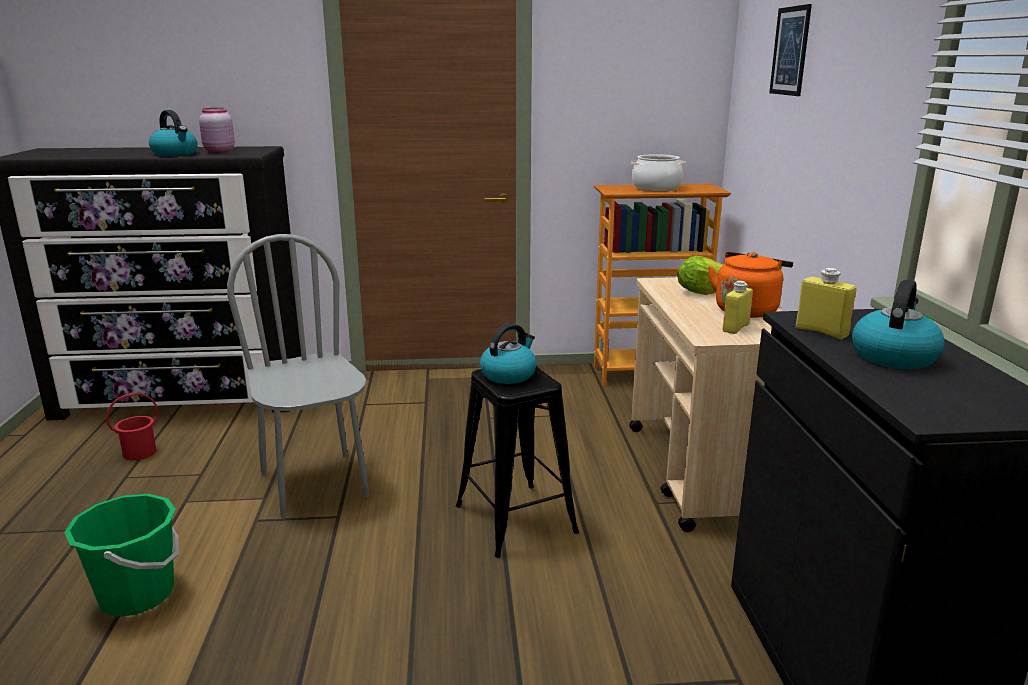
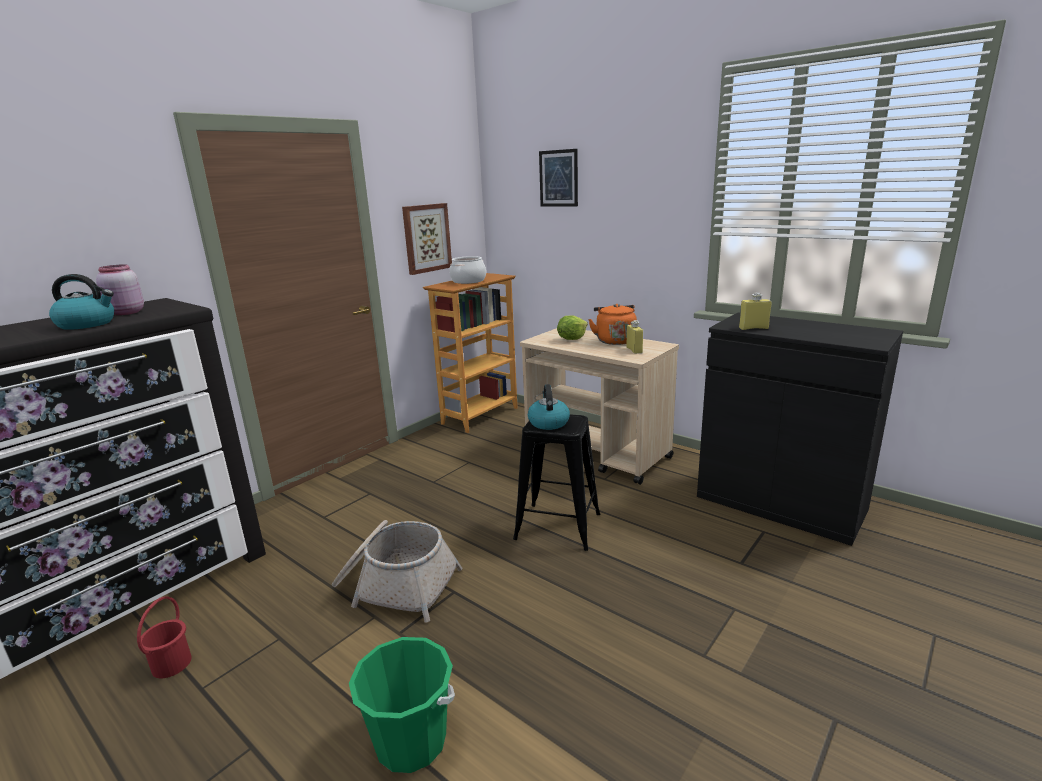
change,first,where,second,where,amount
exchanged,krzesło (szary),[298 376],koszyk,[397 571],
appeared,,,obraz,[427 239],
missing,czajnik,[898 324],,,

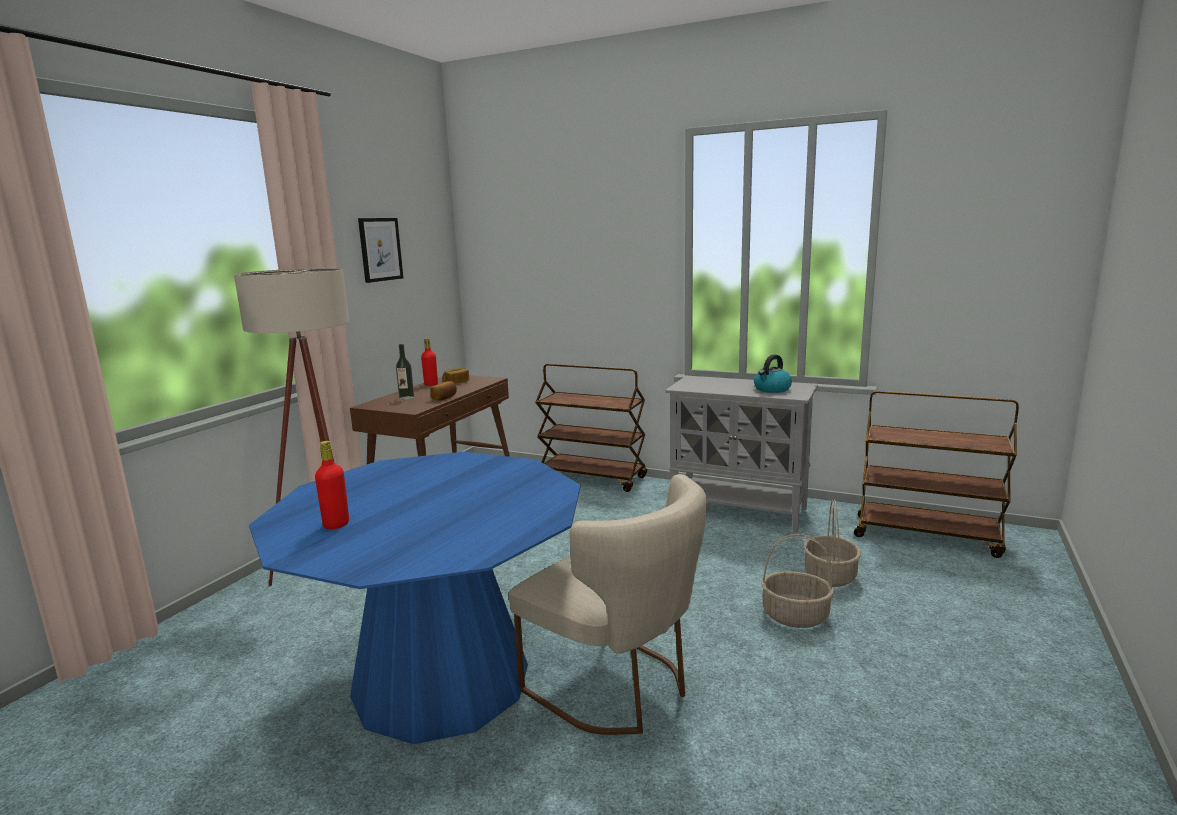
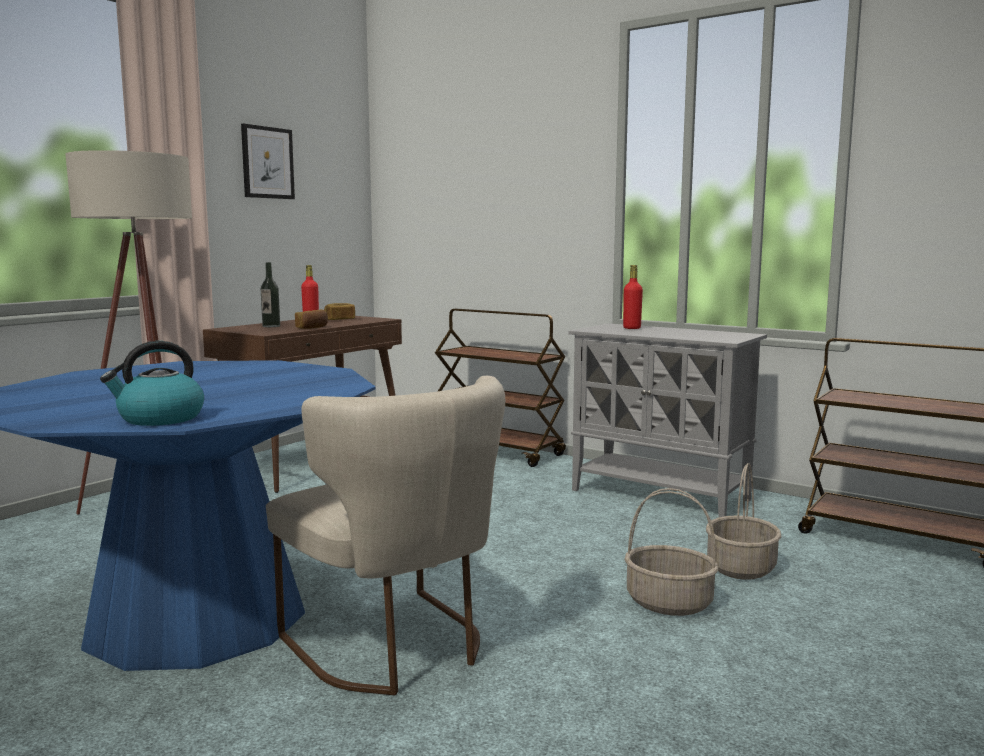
change,first,where,second,where,amount
relocated,czajnik,[773 374],,[152 383],
relocated,butelka (czerwony),[332 485],,[633 297],

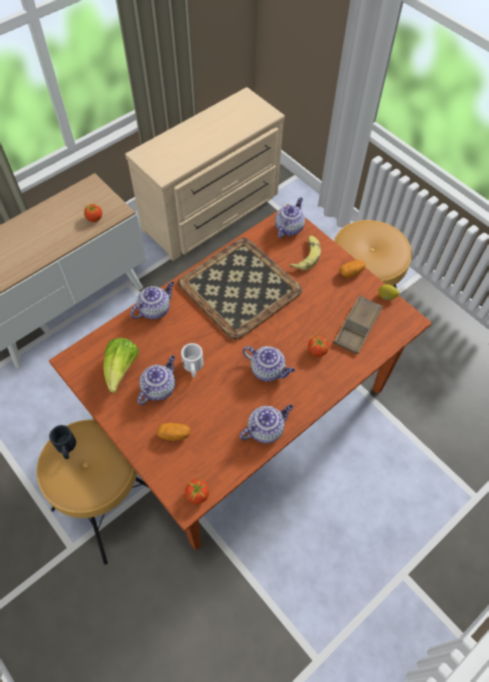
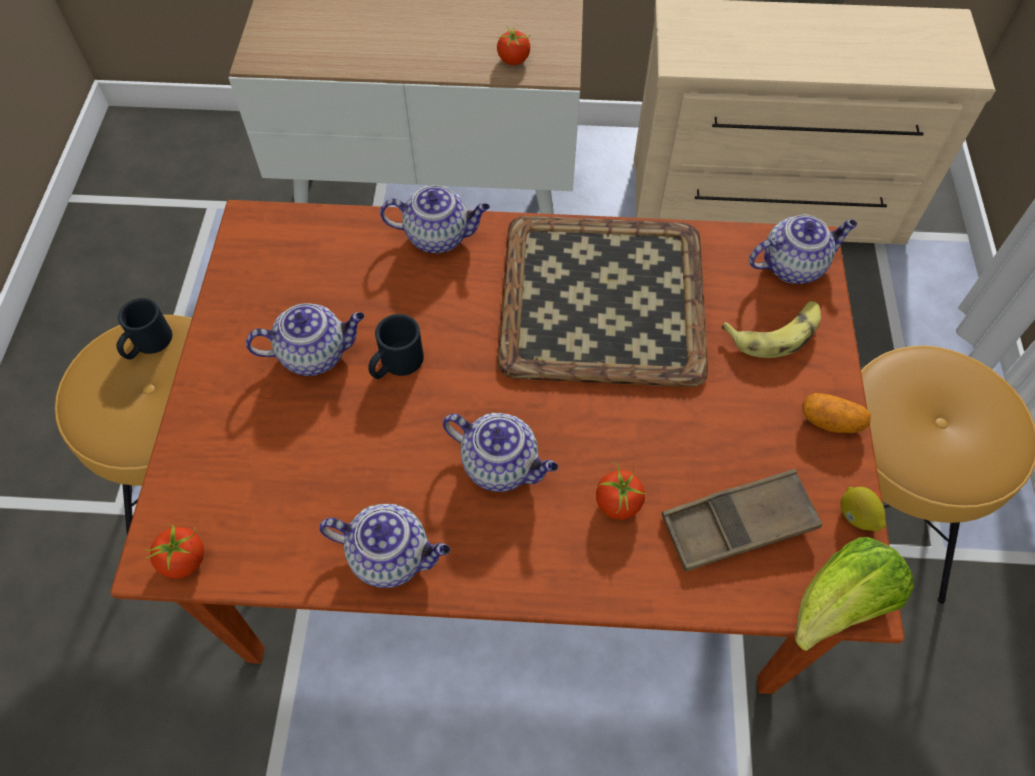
change,first,where,second,where,amount
colour,kubek (biały),[192 360],kubek (czarny),[396 346],
spun,imbryk,[269 364],,[500 452],45 degrees counterclockwise
relocated,sałata,[121 365],,[854 594],
missing,ziemniak,[174 432],,,

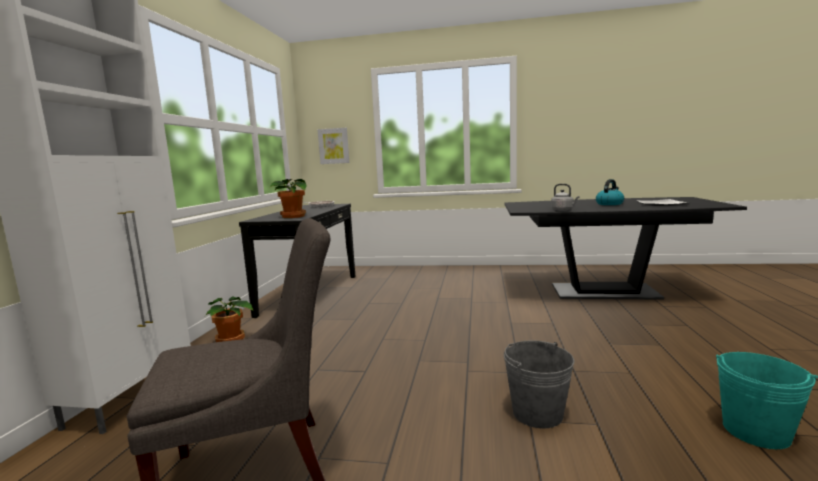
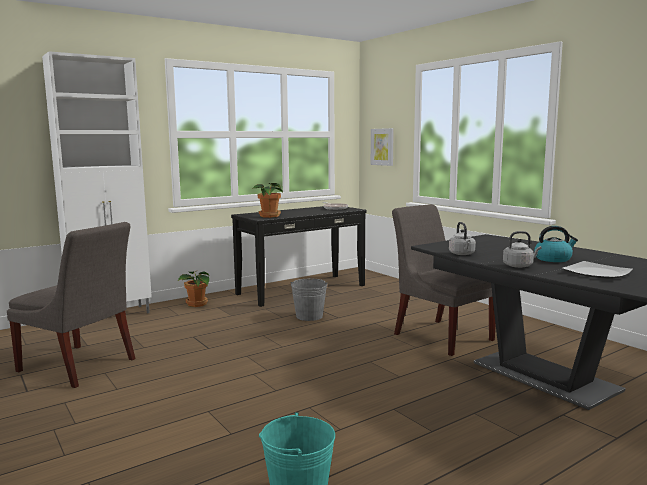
change,first,where,second,where,amount
relocated,wiadro (szary),[539 384],,[309 299],
appeared,,,krzesło (szary),[444 280],
appeared,,,czajnik (szary),[522 249],

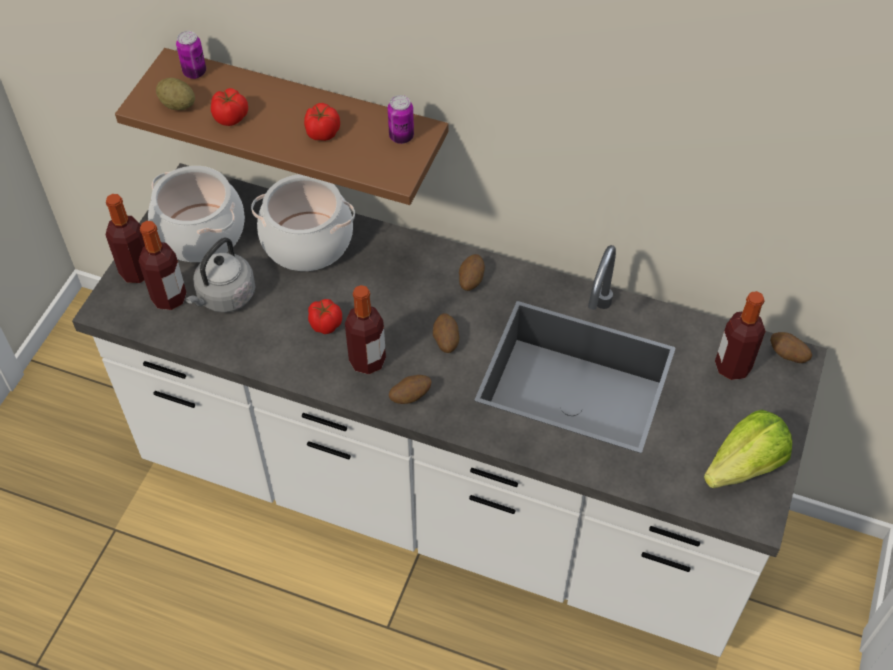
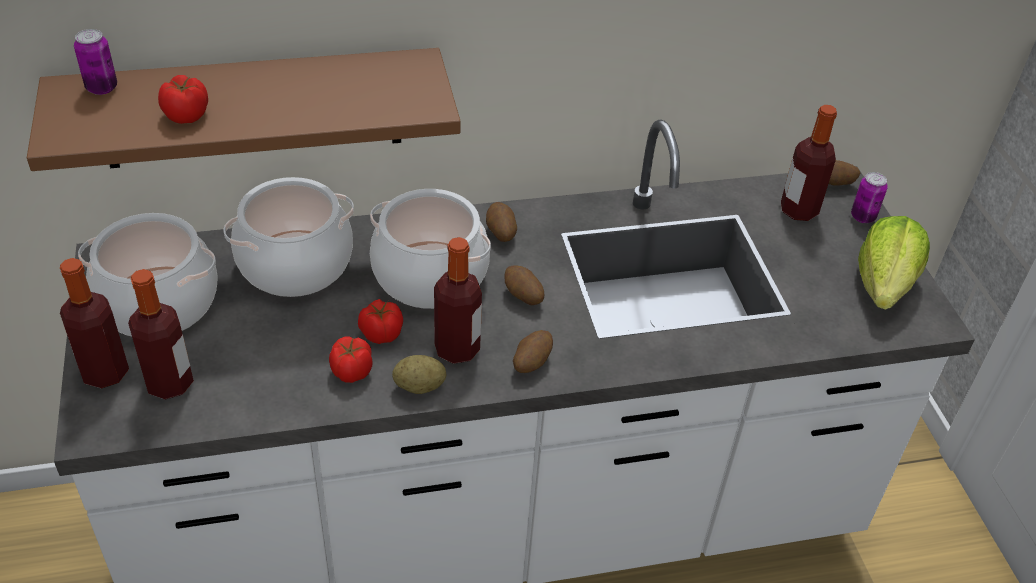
change,first,where,second,where,amount
relocated,pomidor,[322 122],,[351 359],
appeared,,,garnek,[430 249],
relocated,ziemniak,[175 94],,[419 374],
relocated,puszka,[401 119],,[869 197],
missing,czajnik (szary),[220 275],,,

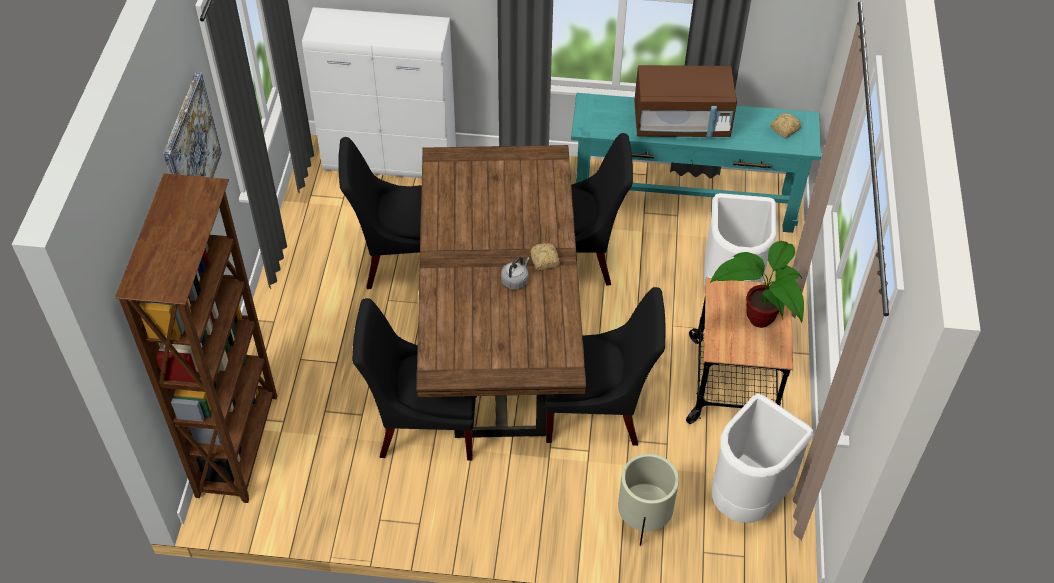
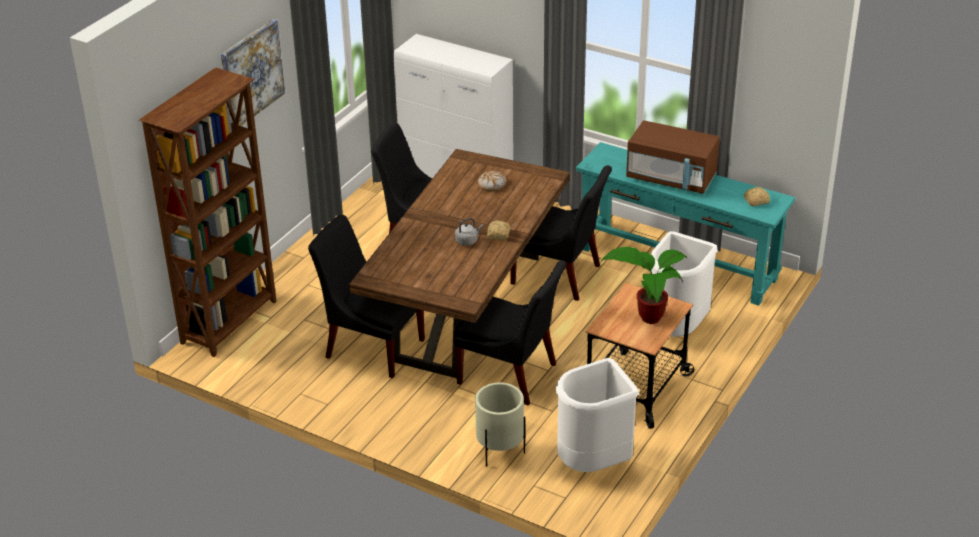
change,first,where,second,where,amount
appeared,,,chleb,[492 181],

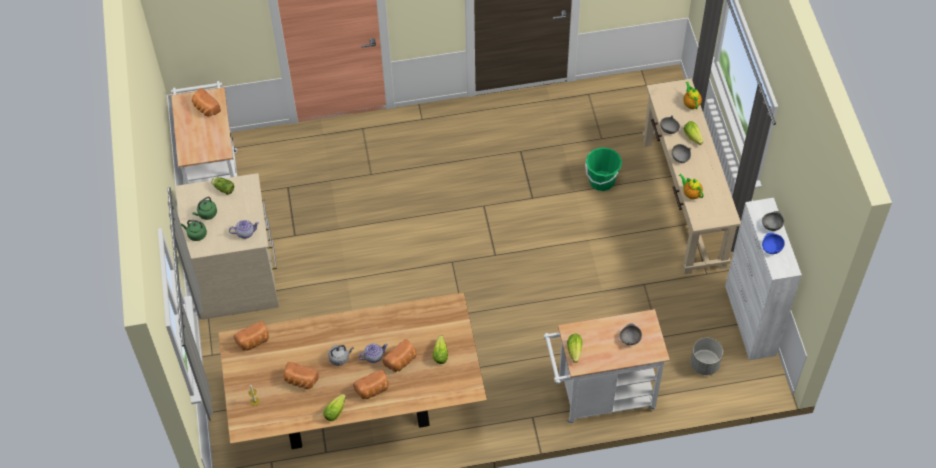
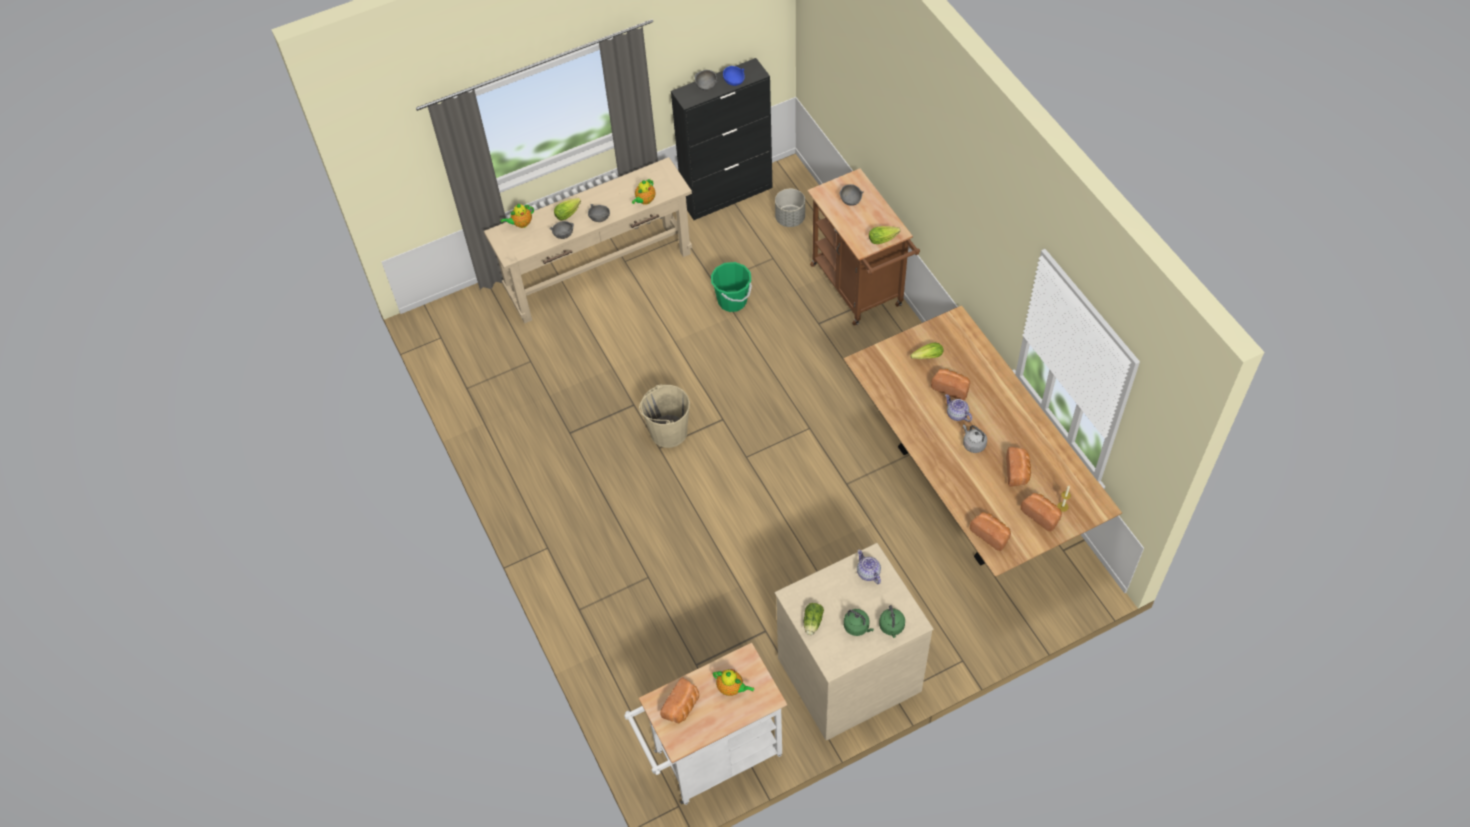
change,first,where,second,where,amount
appeared,,,wiadro (beżowy),[664 416],
colour,szafka (biały),[763 279],szafka (czarny),[721 139],
relocated,wiadro (zielony),[603 169],,[731 287],
appeared,,,imbryk,[733 682],
colour,wózek (biały),[607 366],wózek (brązowy),[863 247],
relocated,chleb,[371 384],,[1041 512],
missing,sałata,[334 407],,,

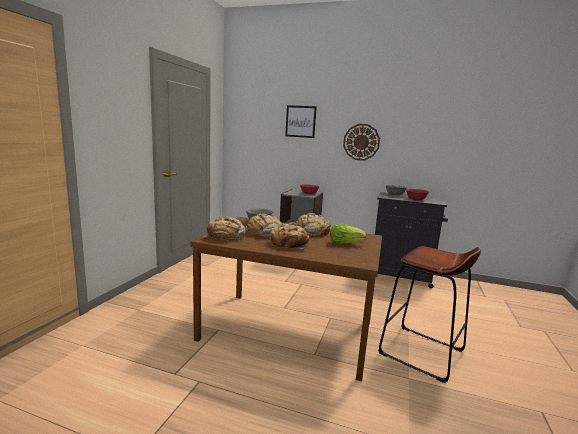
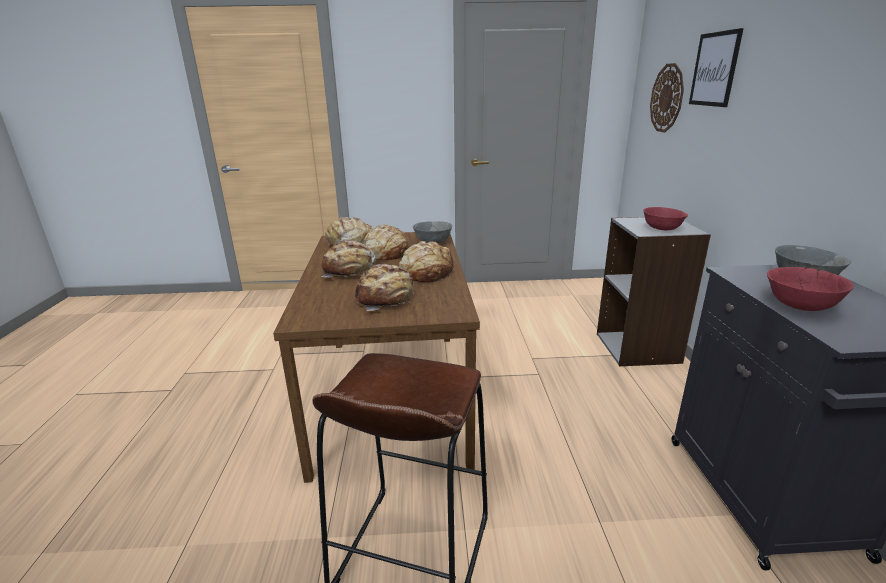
change,first,where,second,where,amount
exchanged,sałata,[348 233],chleb,[384 287],
relocated,zegar ścienny,[361 142],,[667 98],

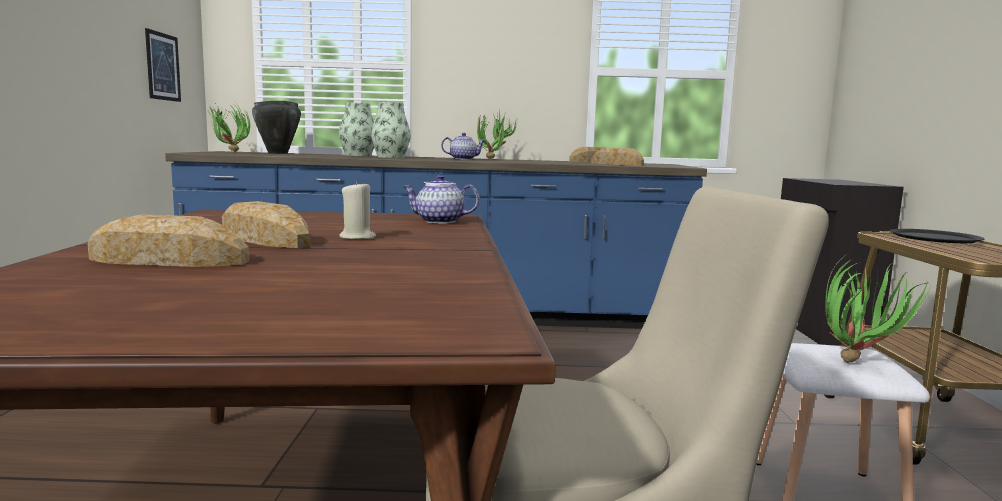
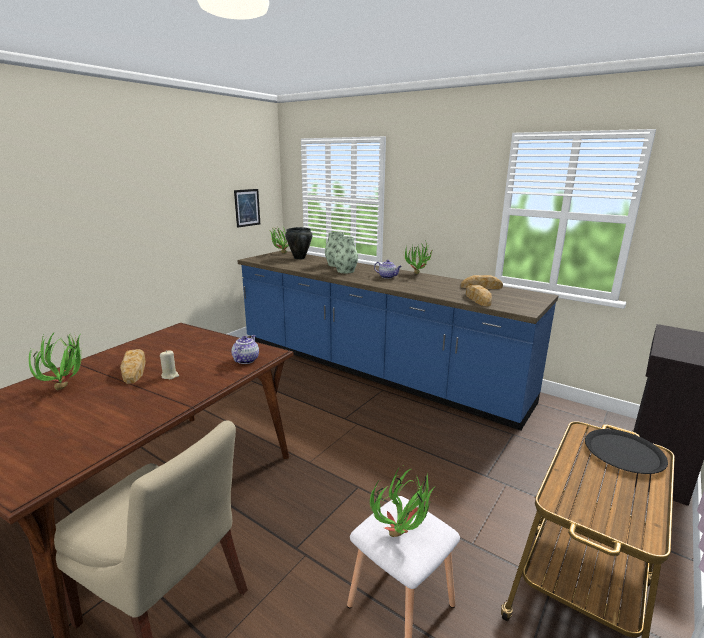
change,first,where,second,where,amount
exchanged,chleb,[168 240],roślina doniczkowa,[56 360],
spun,imbryk,[440 199],,[245 349],60 degrees clockwise

